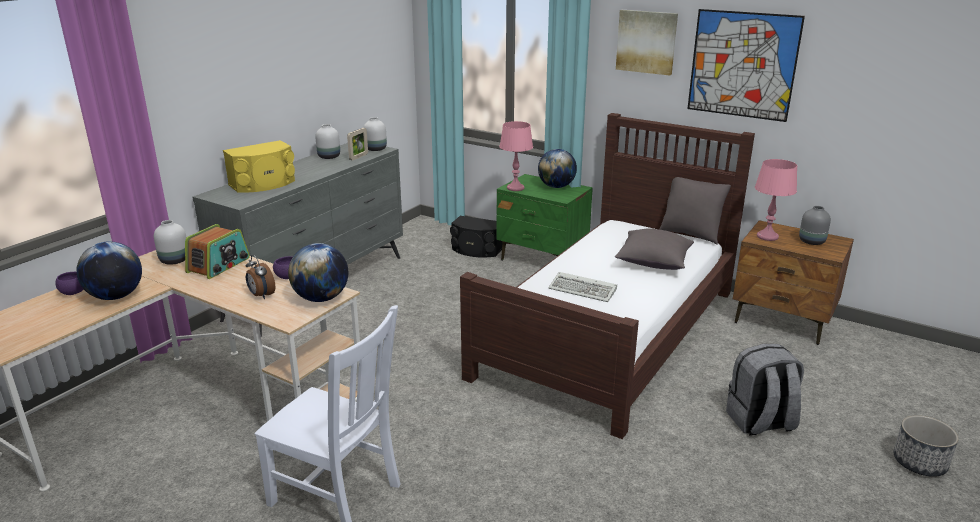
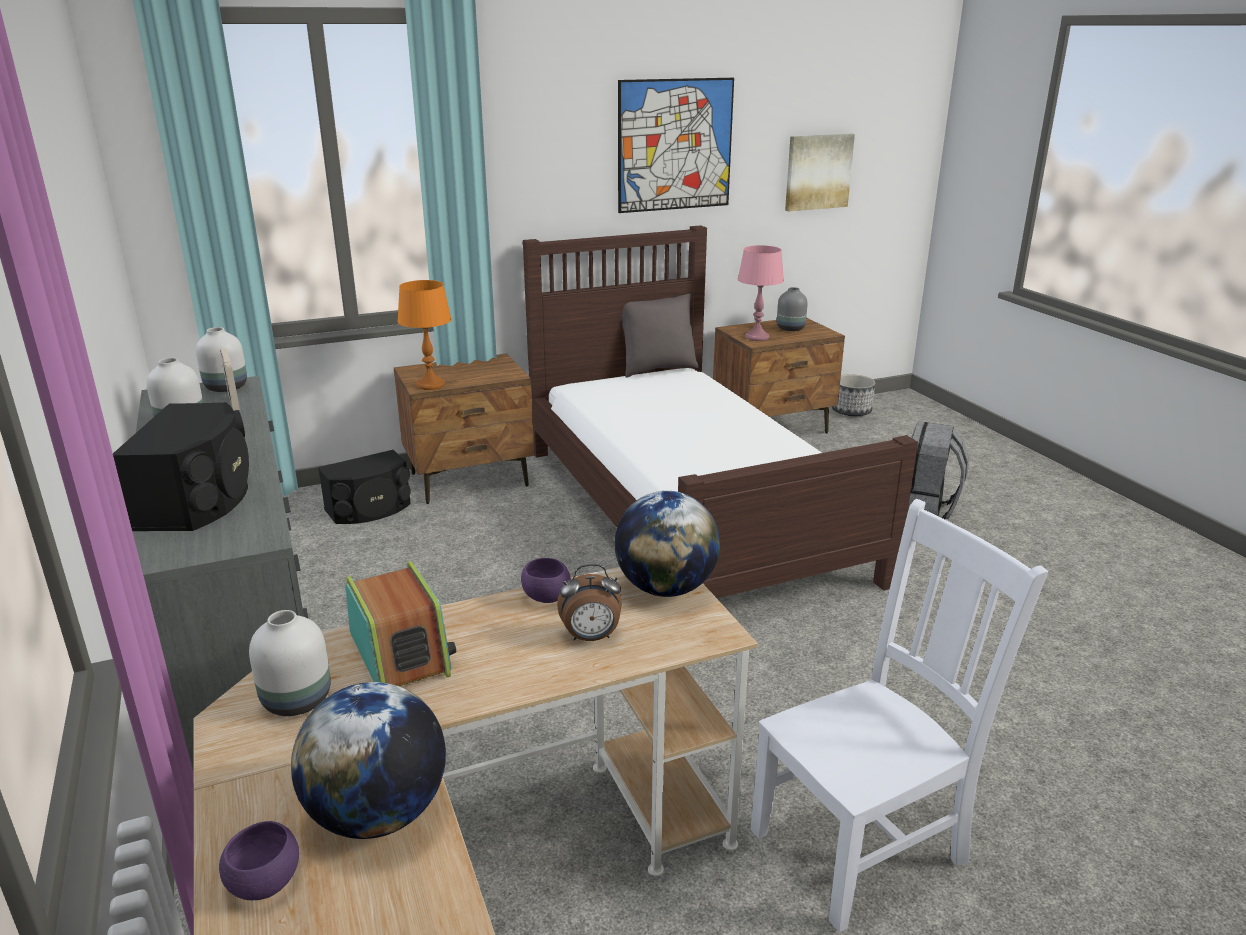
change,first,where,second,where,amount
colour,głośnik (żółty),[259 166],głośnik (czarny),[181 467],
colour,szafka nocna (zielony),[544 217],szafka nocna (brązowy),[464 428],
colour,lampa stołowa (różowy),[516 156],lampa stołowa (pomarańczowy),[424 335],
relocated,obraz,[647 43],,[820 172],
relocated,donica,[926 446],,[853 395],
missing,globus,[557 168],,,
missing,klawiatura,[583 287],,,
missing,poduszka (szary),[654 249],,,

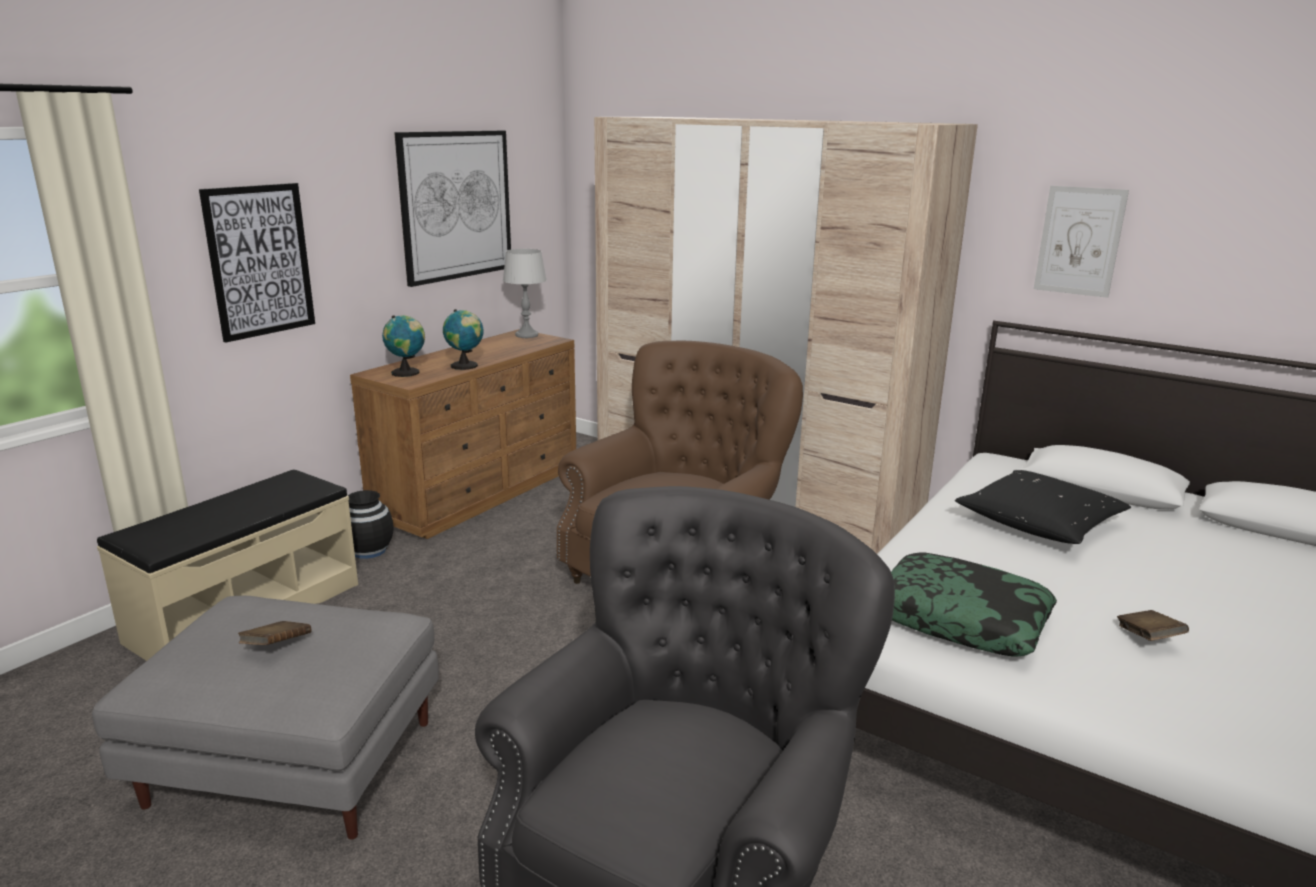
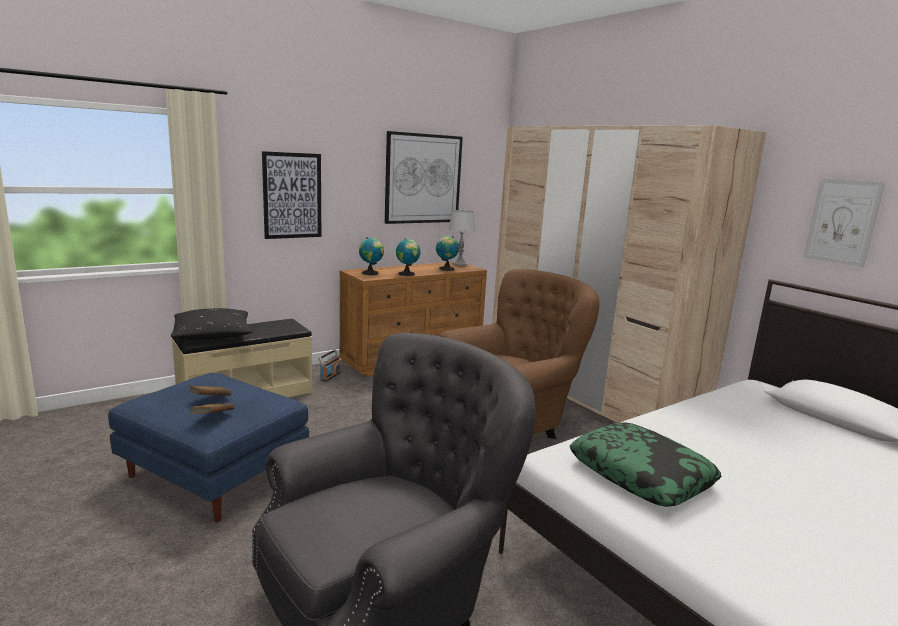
change,first,where,second,where,amount
colour,pufa (szary),[265 718],pufa (niebieski),[208 448],
relocated,poduszka (czarny),[1043 507],,[211 324],
relocated,książka (brązowy),[1153 625],,[212 408],
exchanged,wazon (czarny),[371 524],radio,[329 366],
appeared,,,globus,[447 253],

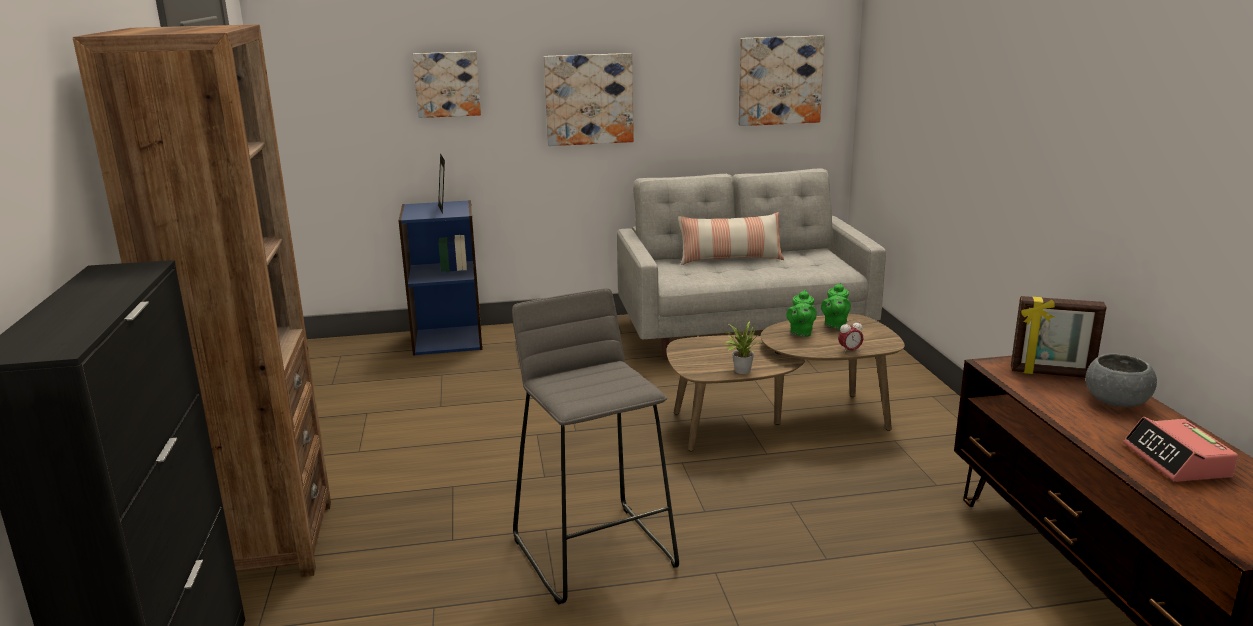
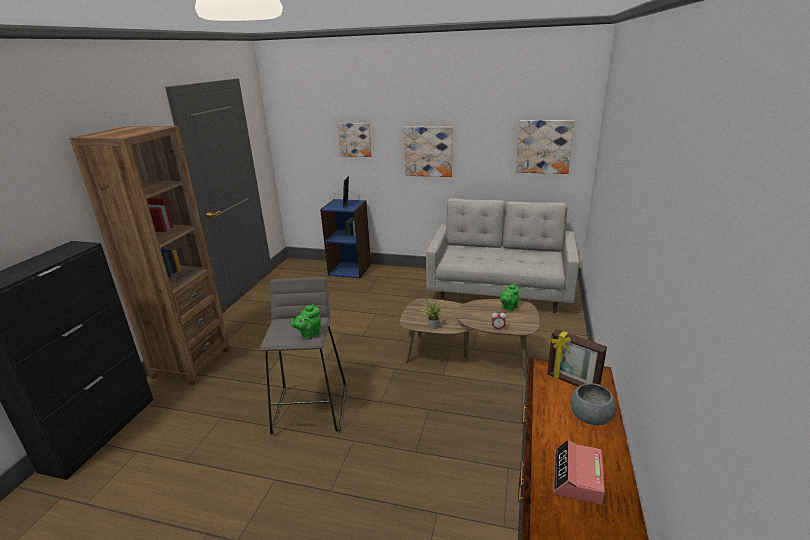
change,first,where,second,where,amount
relocated,imbryk (zielony),[801 313],,[306 321],
missing,poduszka,[731 238],,,

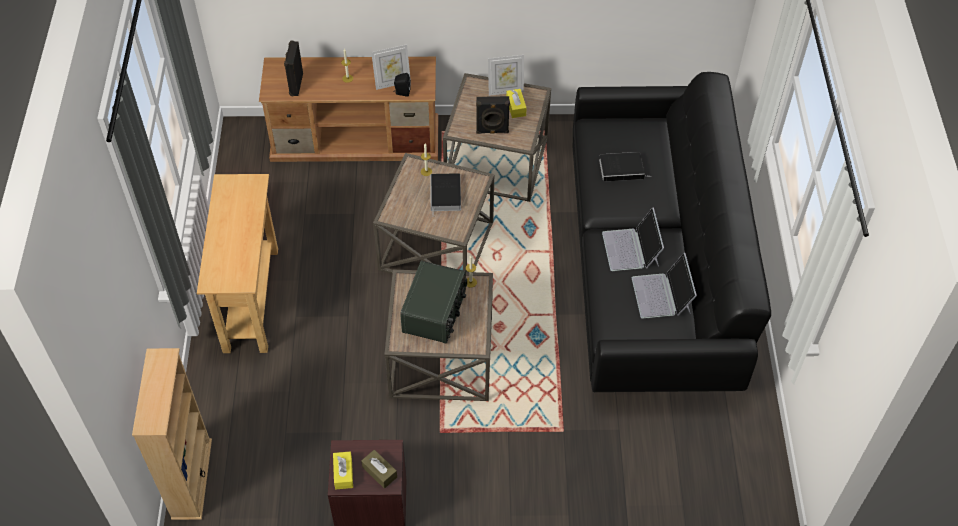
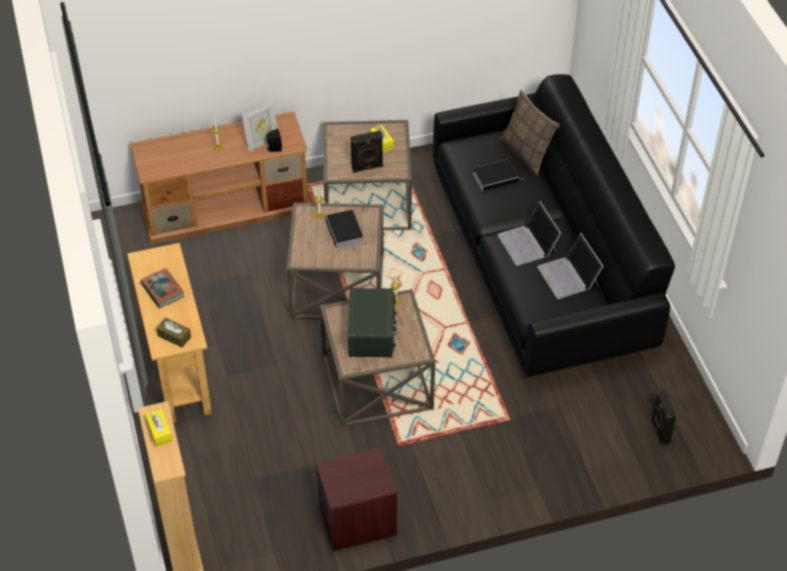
change,first,where,second,where,amount
appeared,,,książka,[162 288],
relocated,pudełko chusteczek (żółty),[343 470],,[159 428],
relocated,pudełko chusteczek (brązowy),[379 469],,[174 332],
appeared,,,poduszka,[530 132],
relocated,głośnik (czarny),[293 68],,[663 418],
missing,ramka na zdjęcie,[506 75],,,

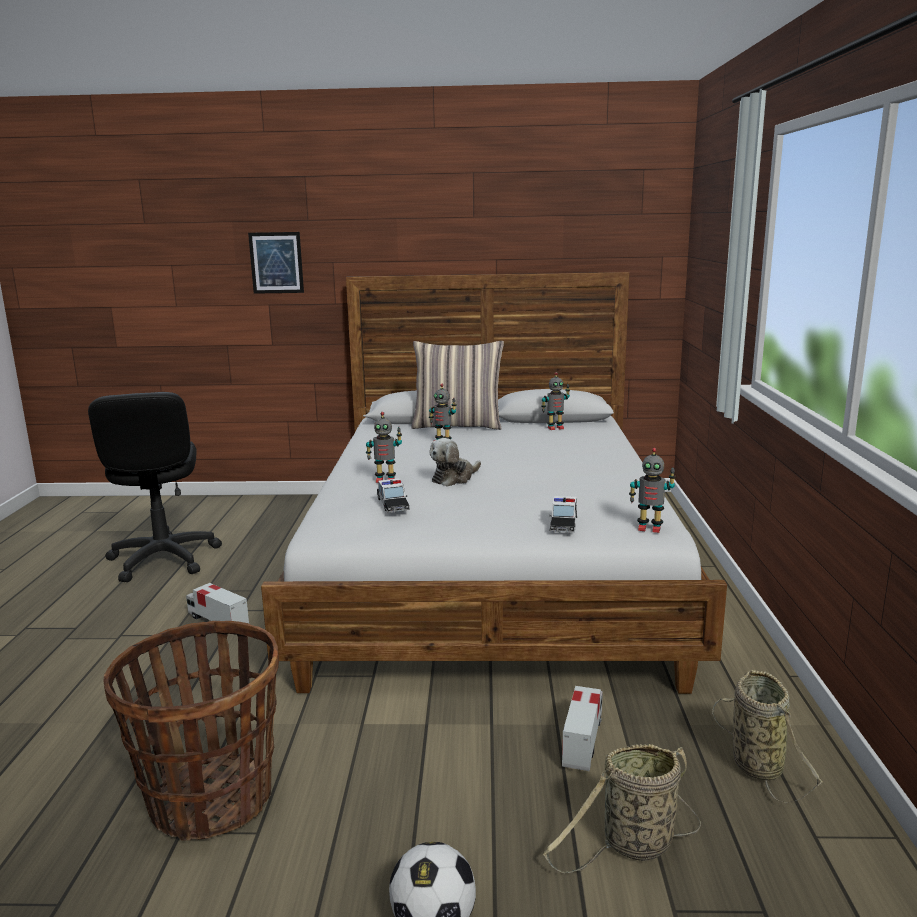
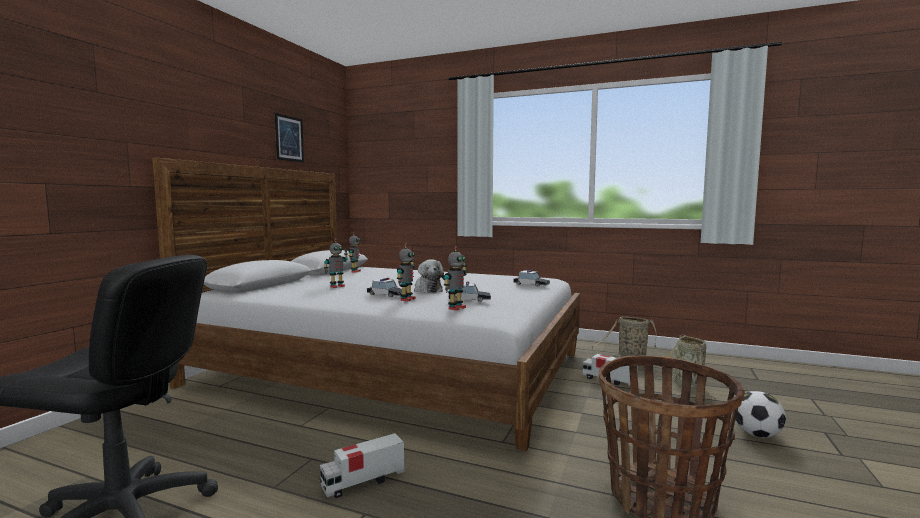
change,first,where,second,where,amount
relocated,obraz,[276 263],,[289 137],
appeared,,,samochodzik,[384 287],
relocated,robot zabawkowy,[652 490],,[455 278],
missing,poduszka,[457 385],,,

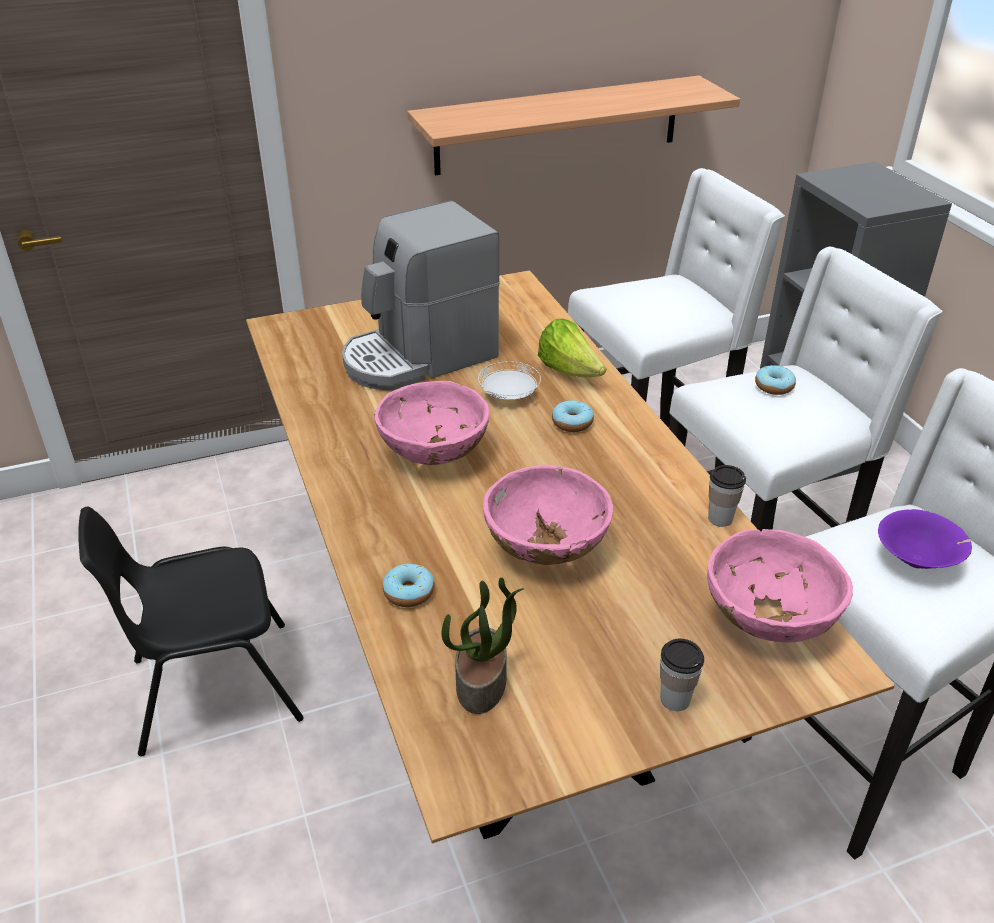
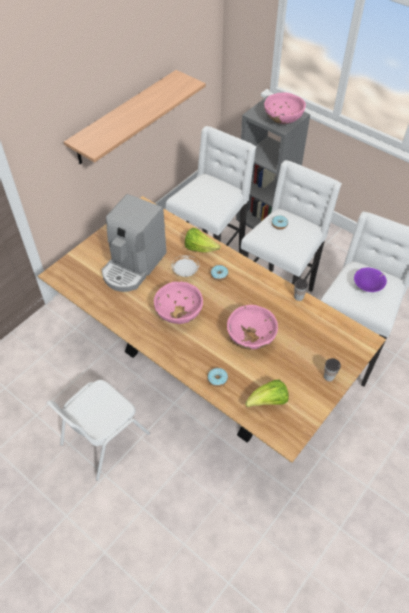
change,first,where,second,where,amount
colour,krzesło (czarny),[191 631],krzesło (biały),[98 430],
exchanged,roślina doniczkowa,[483 645],sałata,[267 393],
relocated,miska (różowy),[780 585],,[285 108],

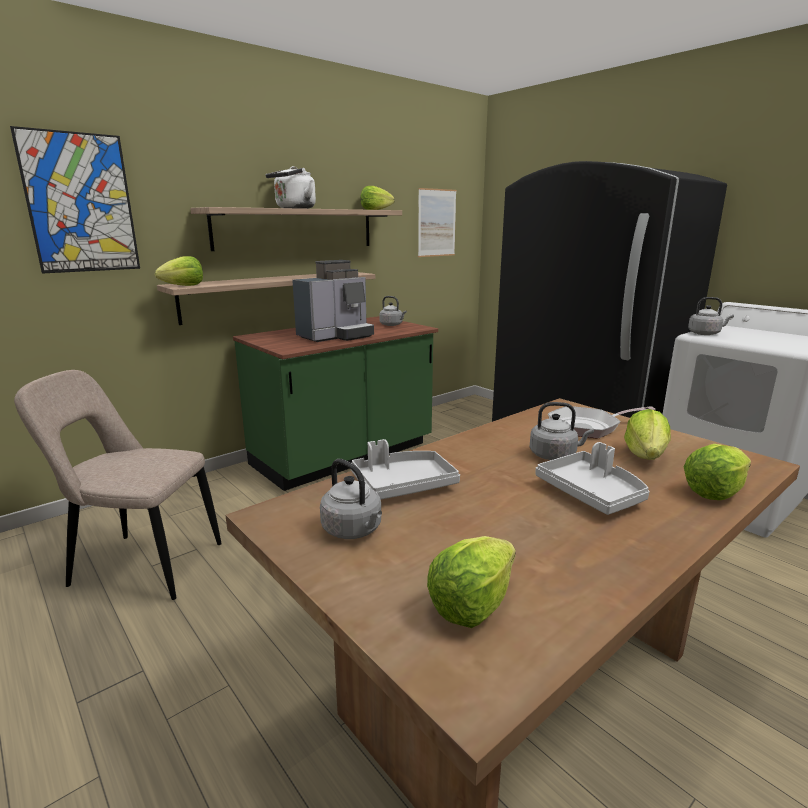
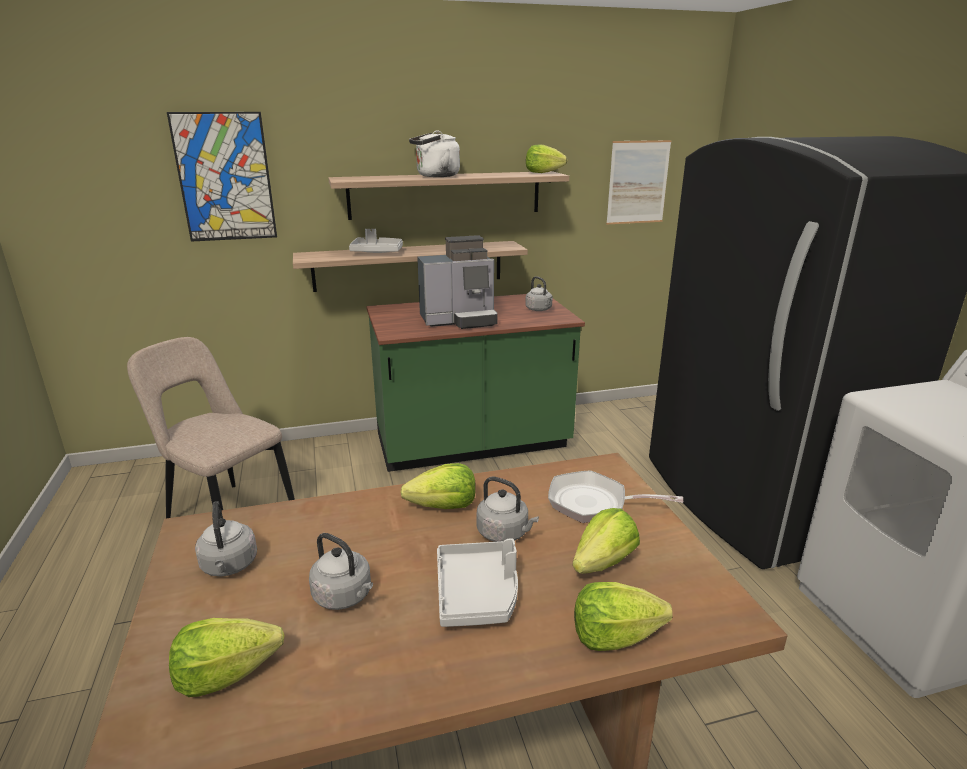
change,first,where,second,where,amount
relocated,czajnik (szary),[711 316],,[341 571],
relocated,taca (szary),[405 469],,[376 241],
relocated,sałata,[179 271],,[438 486],

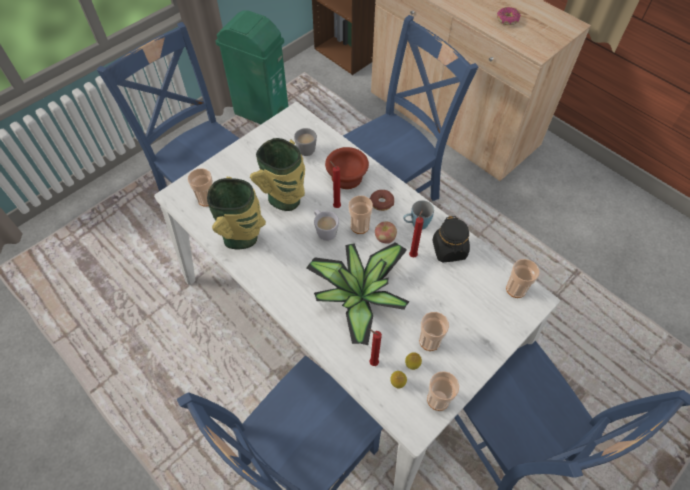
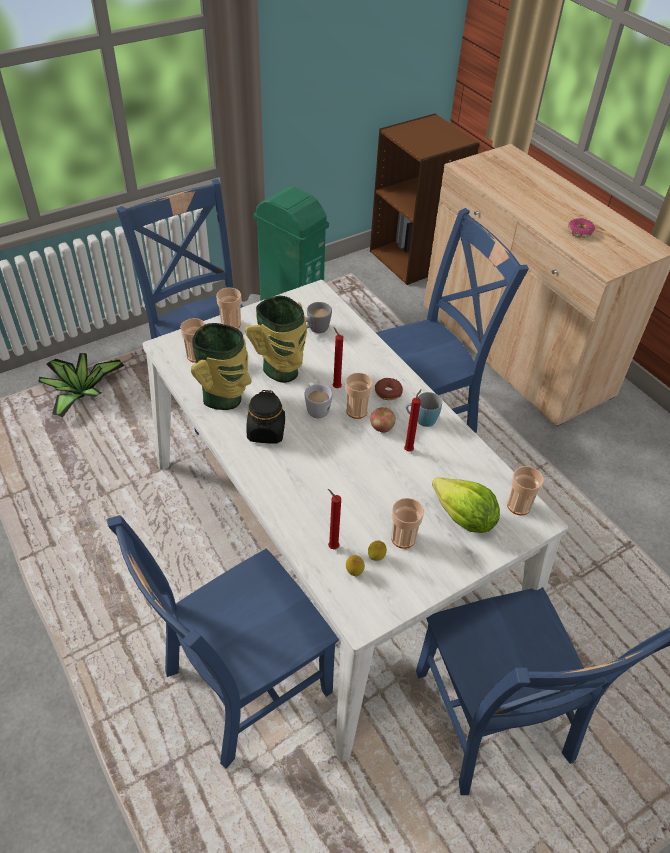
change,first,where,second,where,amount
relocated,roślina doniczkowa,[358 293],,[81 385],
relocated,filiżanka,[443 391],,[228 308],
relocated,słoik (czarny),[451 239],,[265 416],
appeared,,,sałata,[466 505],
missing,miska (brązowy),[347 168],,,

